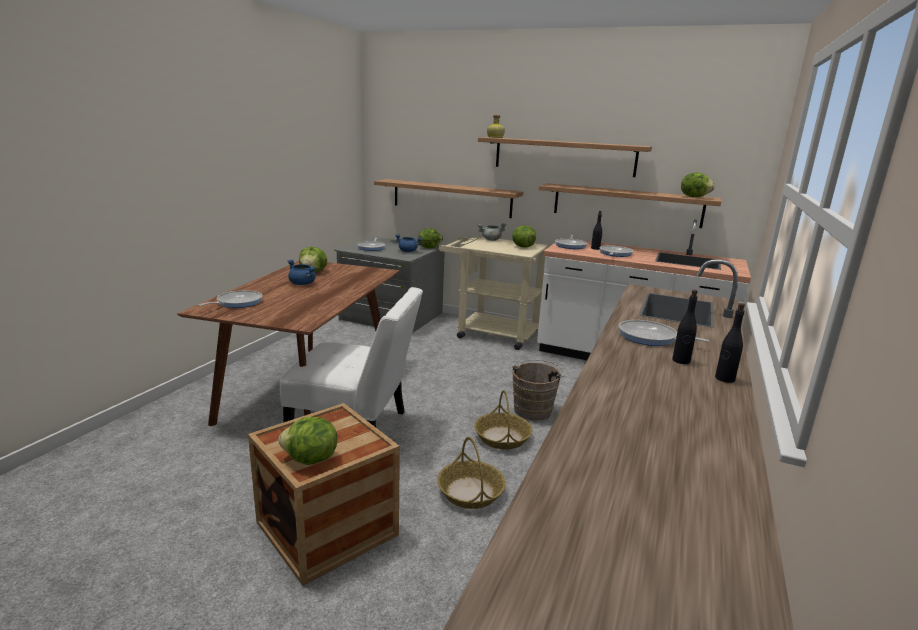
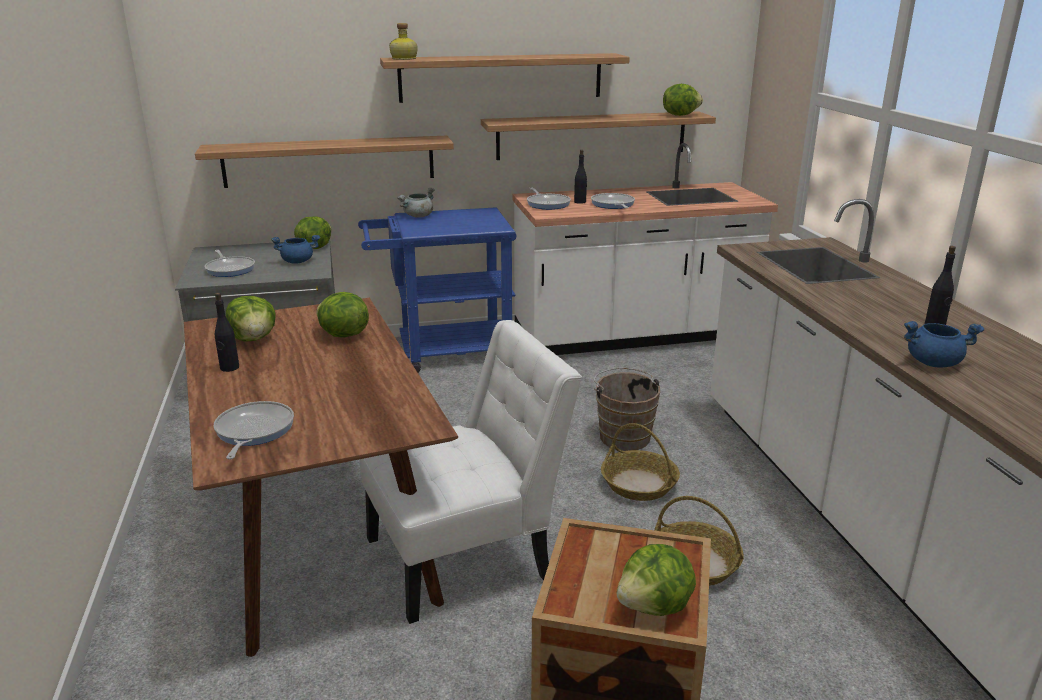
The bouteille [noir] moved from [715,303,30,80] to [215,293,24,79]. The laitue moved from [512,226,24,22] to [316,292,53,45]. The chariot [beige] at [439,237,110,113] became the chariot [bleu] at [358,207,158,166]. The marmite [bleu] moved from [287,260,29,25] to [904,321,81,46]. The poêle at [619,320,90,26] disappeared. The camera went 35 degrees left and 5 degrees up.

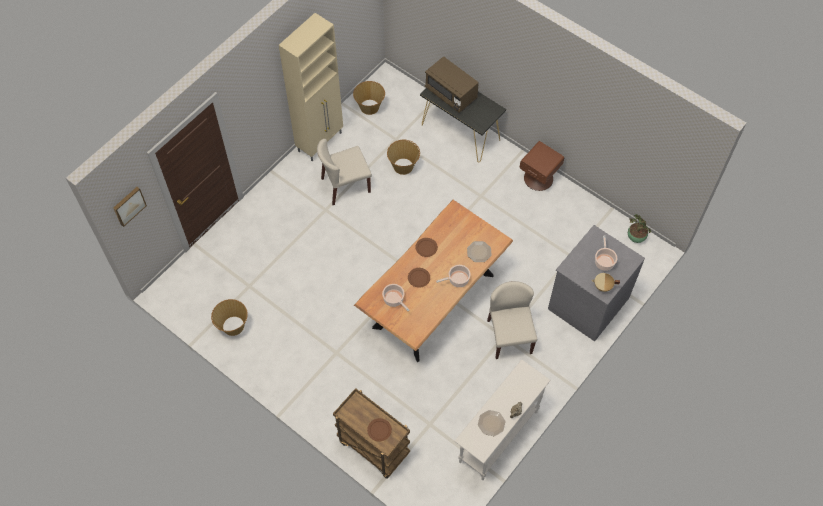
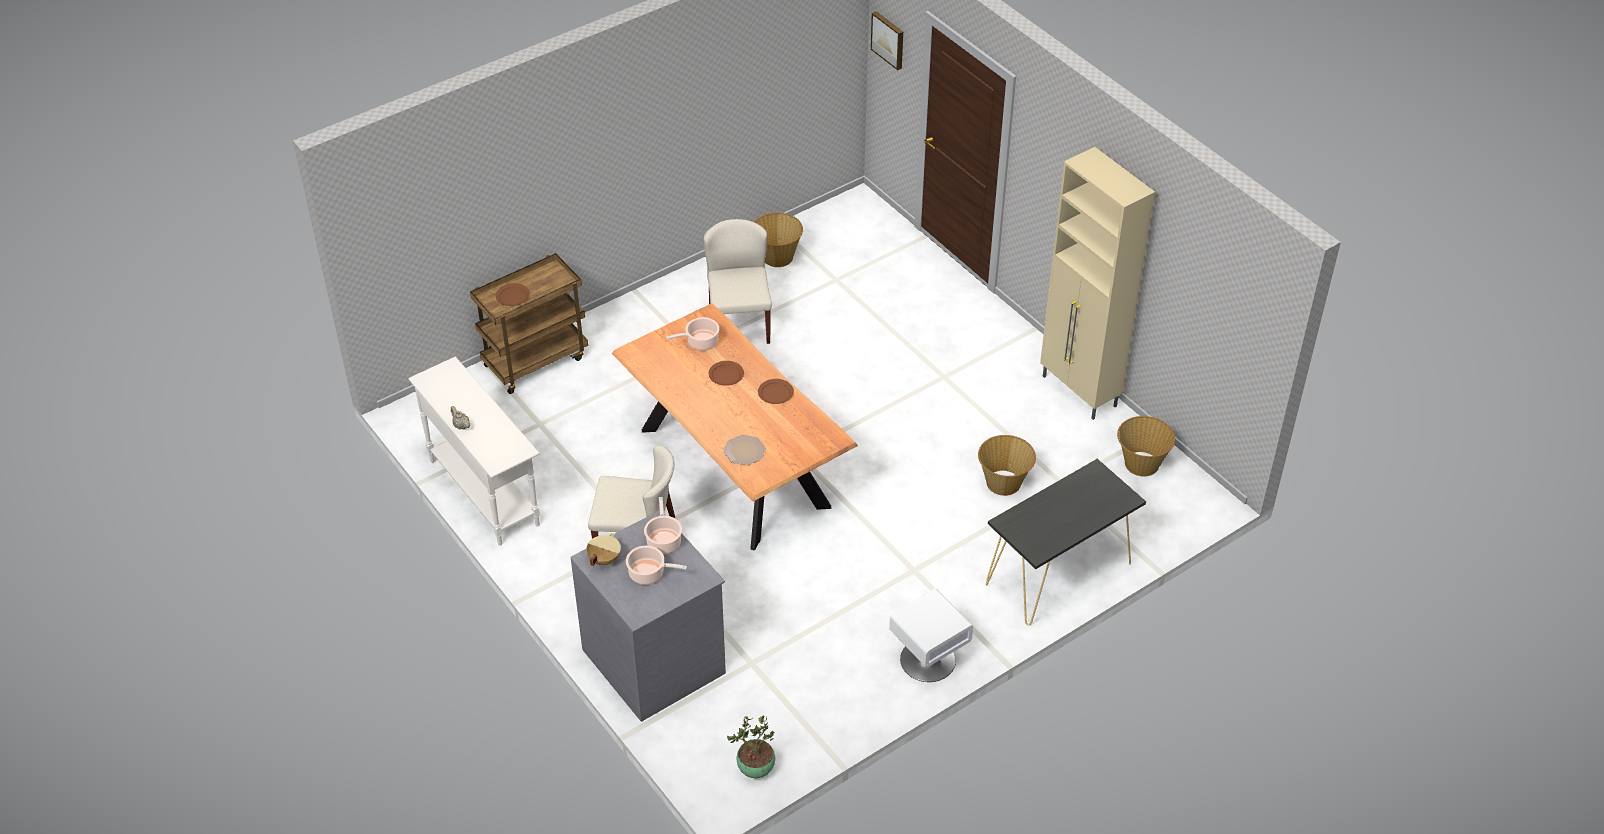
The marmite moved from [436,265,35,22] to [644,497,38,57]. The chaise [beige] moved from [317,139,55,66] to [704,219,68,125]. The table de chevet [marron] at [520,141,44,50] became the table de chevet [blanc] at [889,589,84,93]. The micro-ondes [marron] at [425,56,54,57] disappeared. The assiette at [478,410,28,26] disappeared. The camera went 105 degrees right and 15 degrees down.

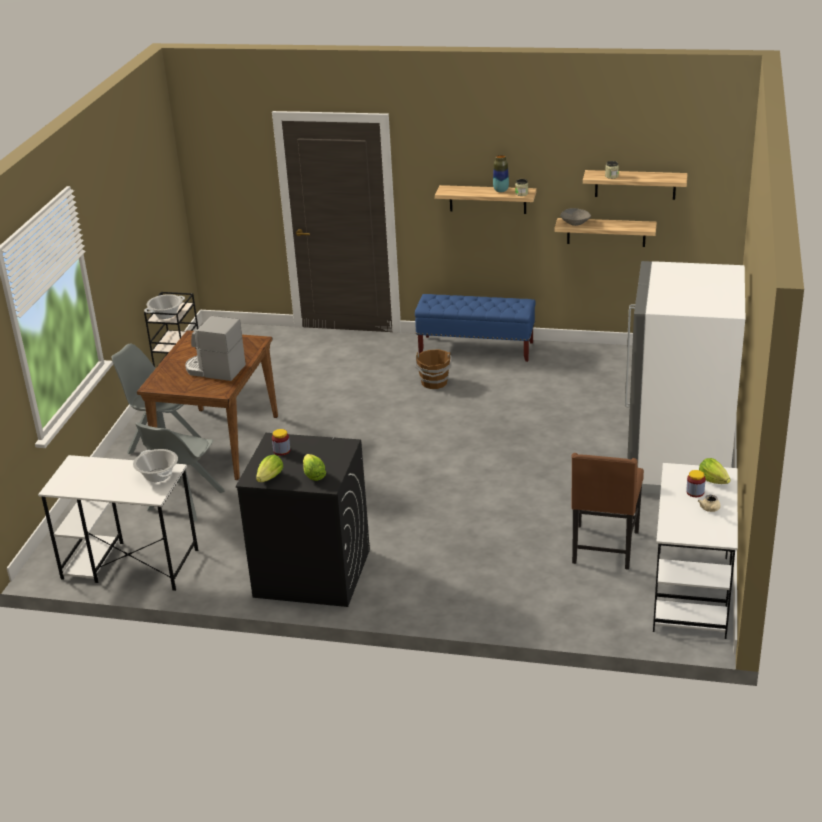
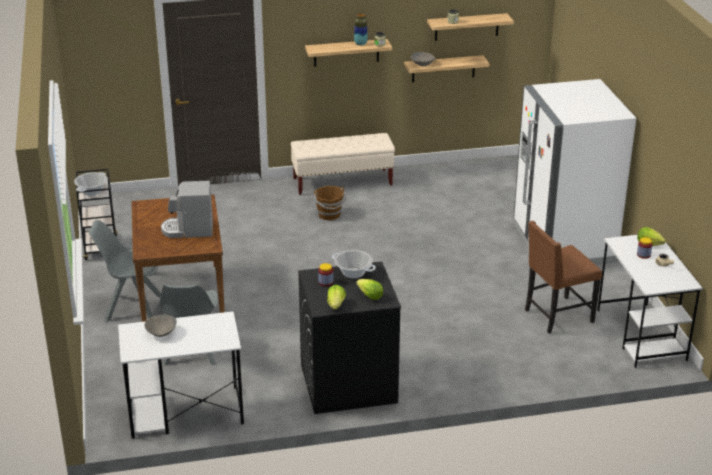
The bol [gris] at [144,315,33,22] appeared. The banc [bleu] at [415,294,121,68] became the banc [beige] at [291,133,104,62]. The marmite moved from [133,449,45,33] to [332,250,44,28]. The chaise [marron] at [571,453,73,117] turned 75 degrees clockwise. The camera went 25 degrees left and 0 degrees up.

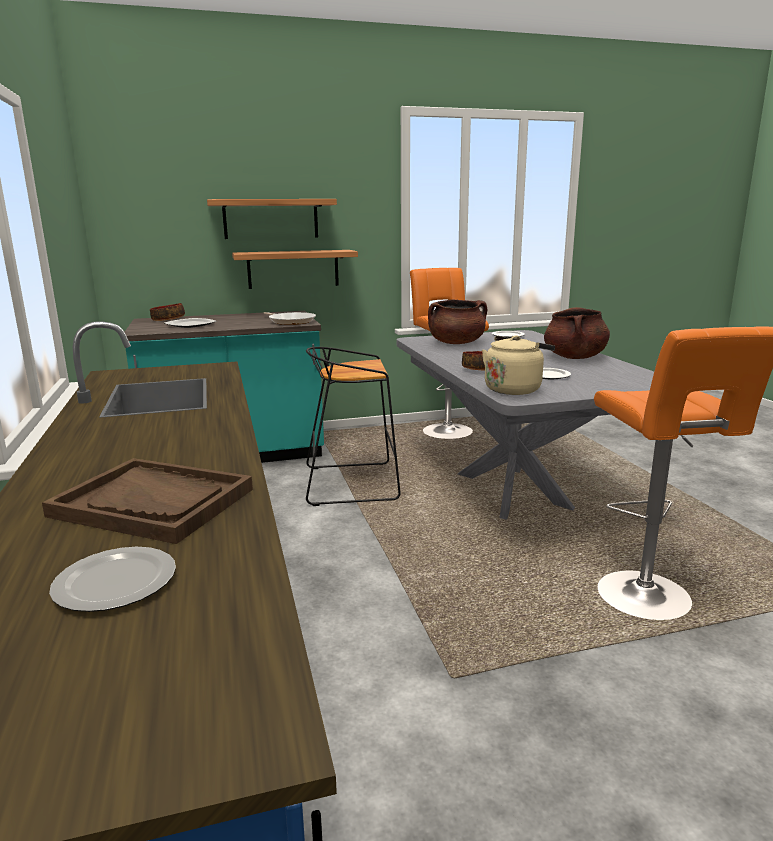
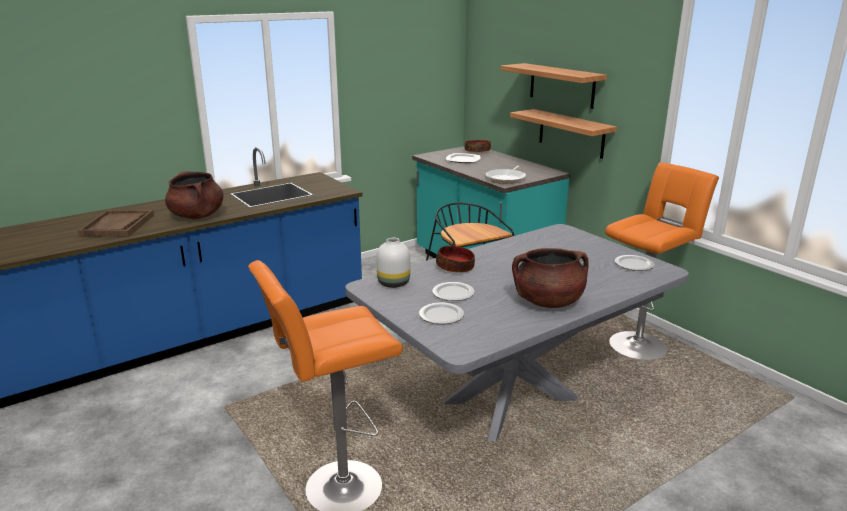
The marmite [marron] moved from [428,299,59,45] to [165,171,58,48]. The bouilloire [beige] at [482,336,73,59] was replaced by the vase [blanc] at [376,237,34,51]. The assiette moved from [49,547,127,65] to [419,303,45,21]. The camera went 70 degrees right and 5 degrees up.

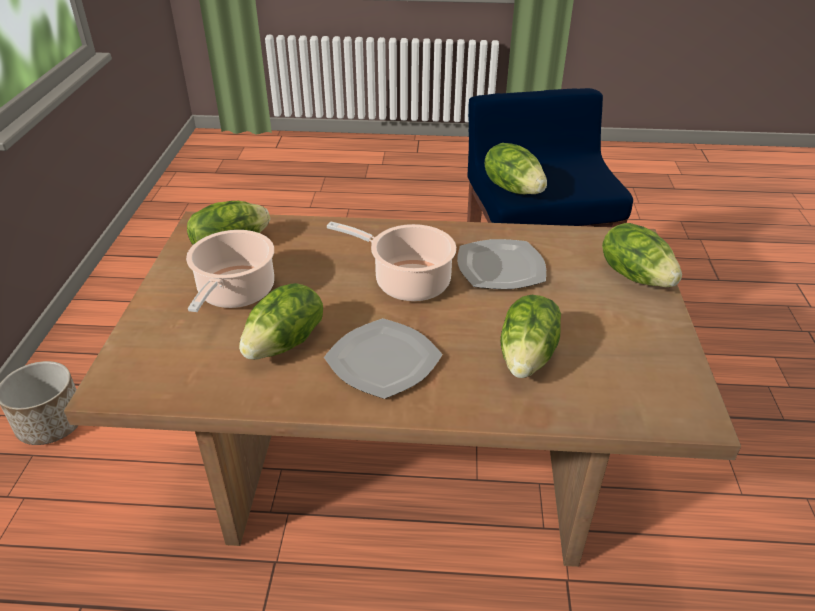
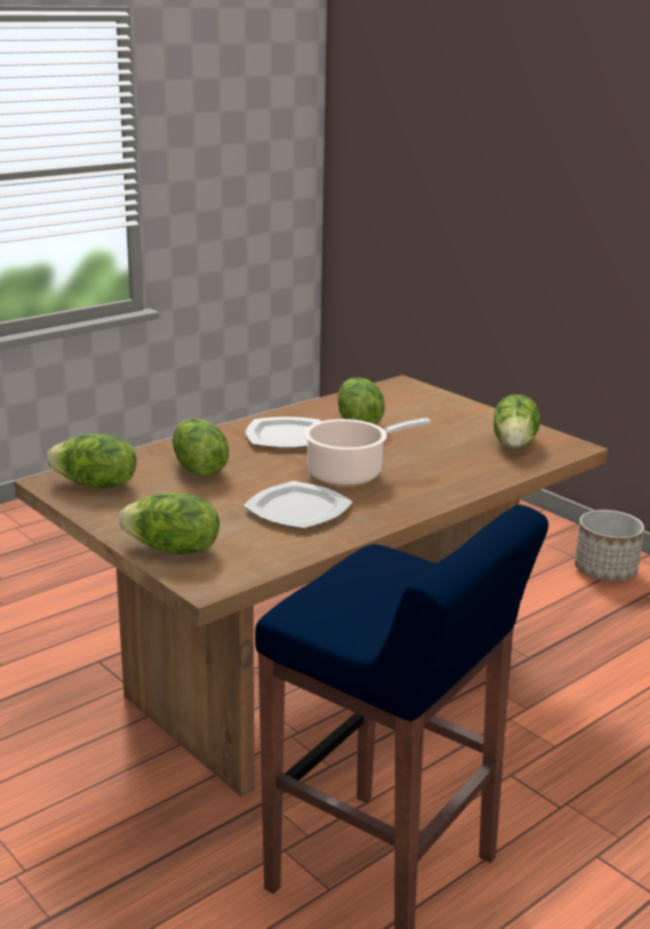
The laitue moved from [485,143,62,51] to [47,434,89,54]. The marmite at [186,230,88,82] disappeared. The camera went 135 degrees right and 15 degrees down.

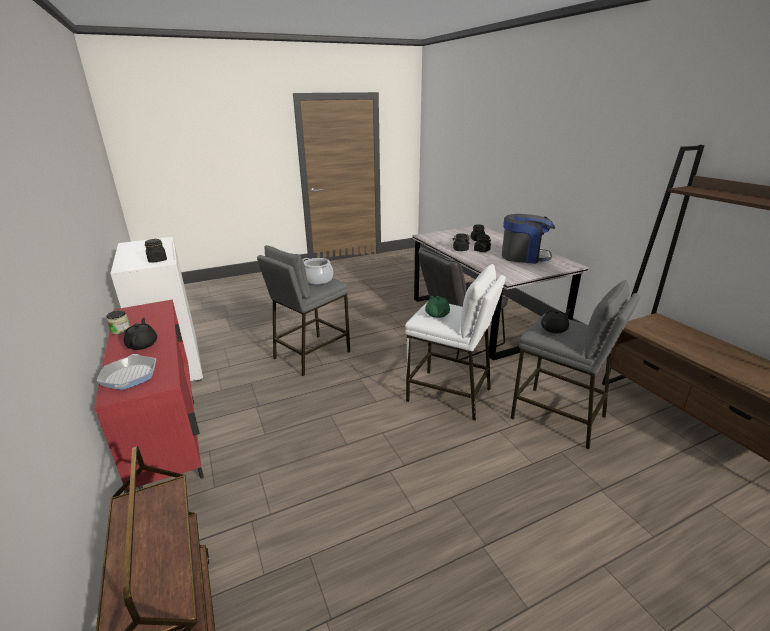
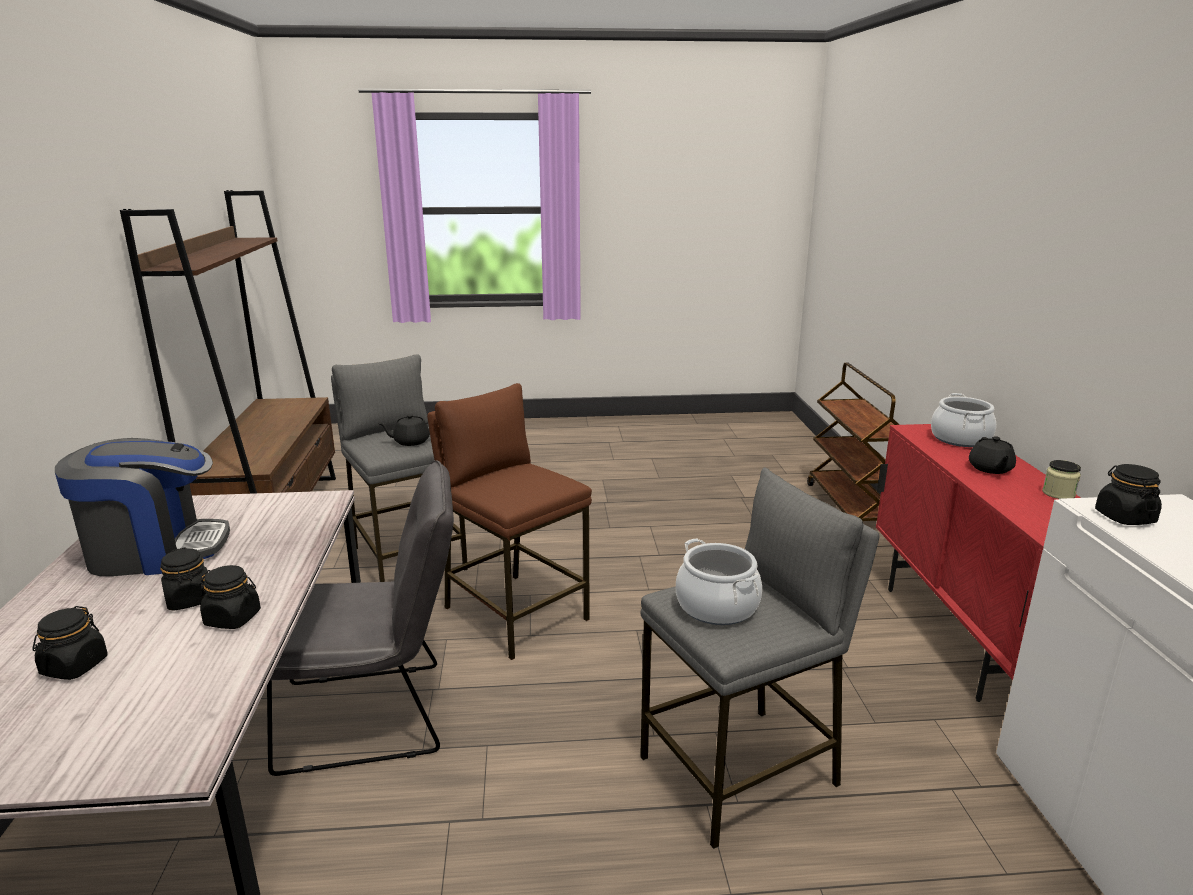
The machine à café at [502,214,53,50] turned 135 degrees clockwise. The tabouret [blanc] at [405,264,101,157] became the tabouret [marron] at [427,383,165,277]. The poêle at [97,354,59,36] was replaced by the marmite at [931,393,65,54]. The théière [vert] at [425,296,25,22] disappeared. The camera went 160 degrees left and 5 degrees down.

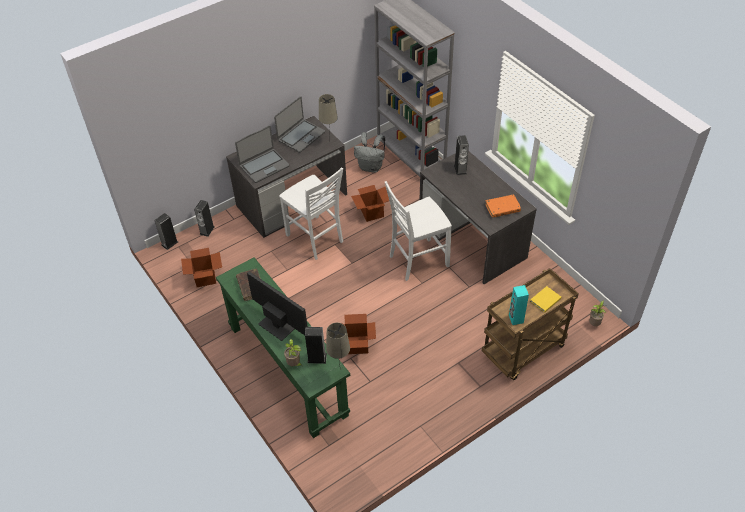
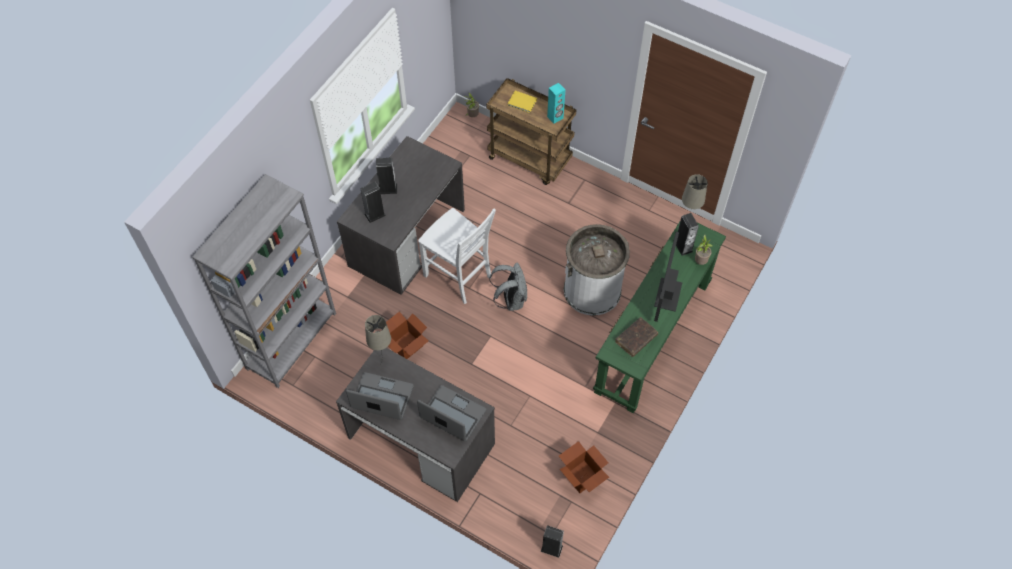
The enceinte moved from [194,200,20,37] to [376,158,21,36]. The sac à dos [gris] moved from [354,132,31,41] to [489,262,38,49]. The carton at [337,314,39,40] was replaced by the poubelle [blanc] at [564,224,66,92]. The chaise [blanc] at [279,167,64,93] disappeared. The livre [orange] at [485,195,36,23] disappeared. The camera went 115 degrees left and 10 degrees up.

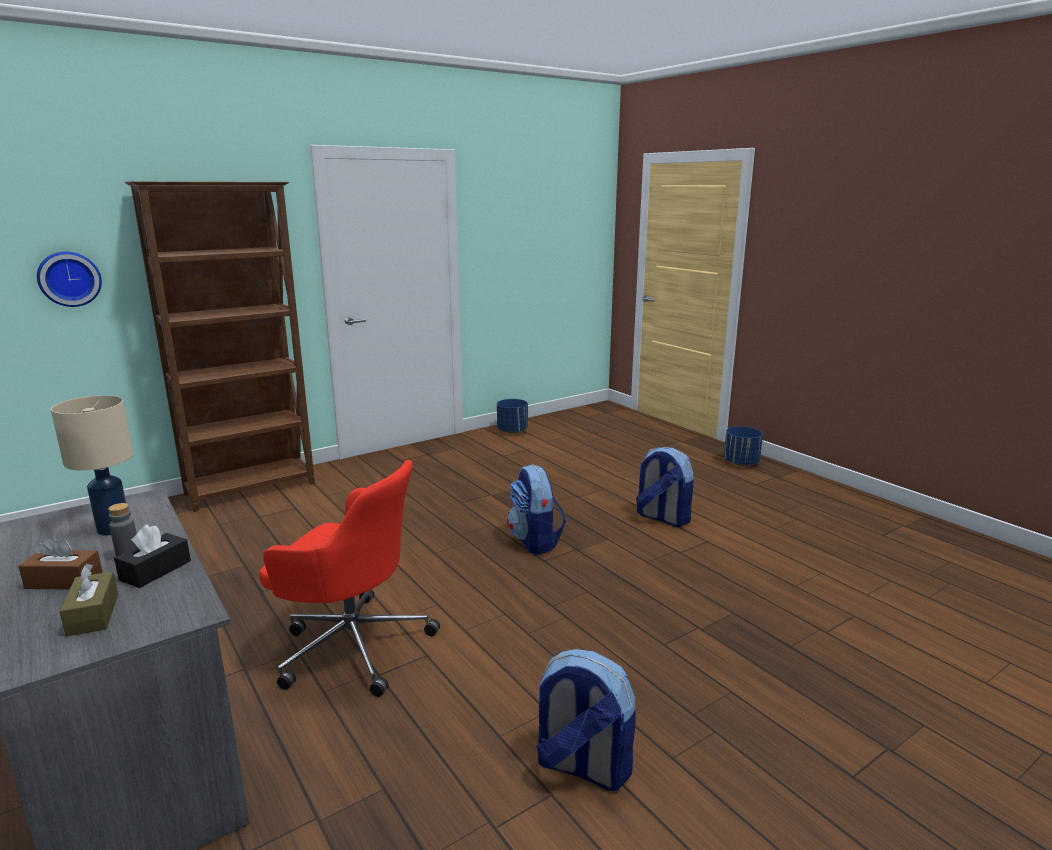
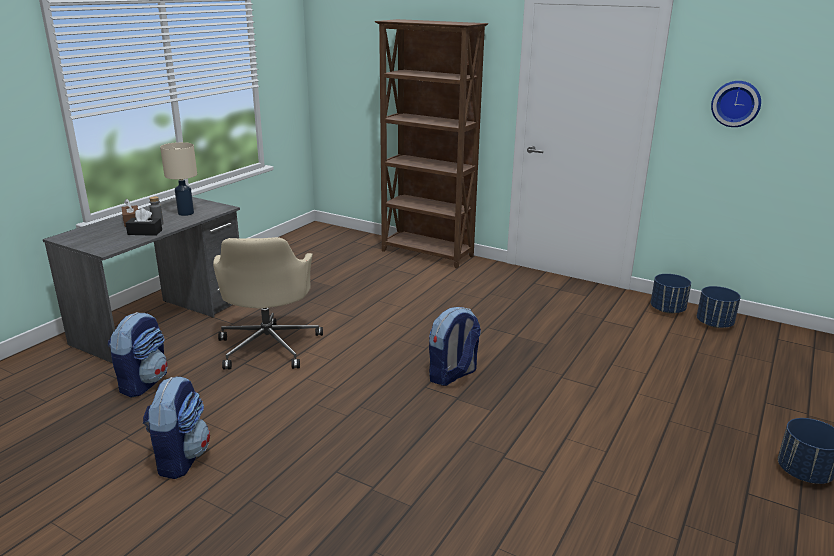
The sac à dos moved from [636,447,58,80] to [108,312,60,85]. The chaise de bureau [rouge] at [259,460,181,237] became the chaise de bureau [beige] at [213,237,110,133]. The cache-pot [bleu] at [697,286,44,42] appeared. The horloge murale moved from [37,251,65,56] to [711,81,50,46]. The boîte à mouchoirs [marron] at [59,564,59,72] disappeared. The camera went 65 degrees right and 5 degrees up.

